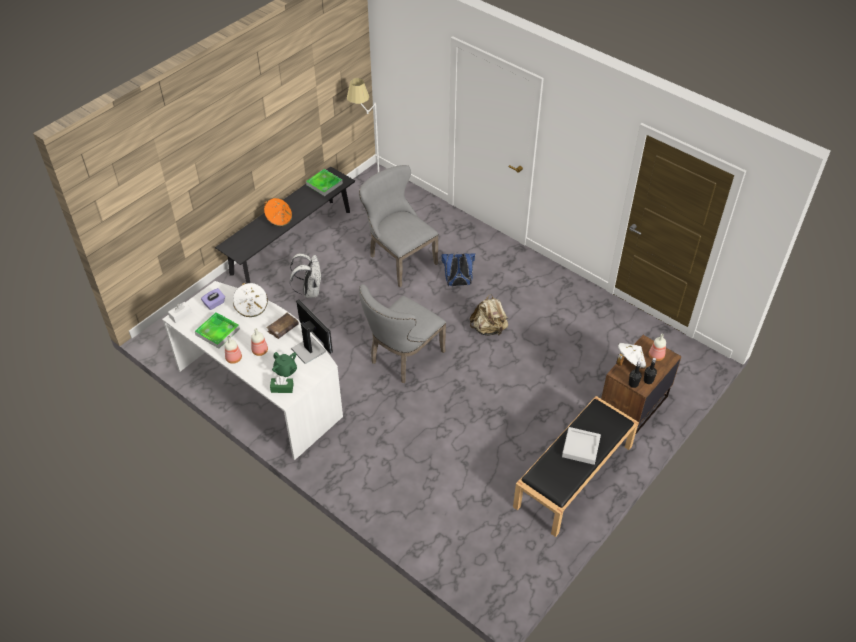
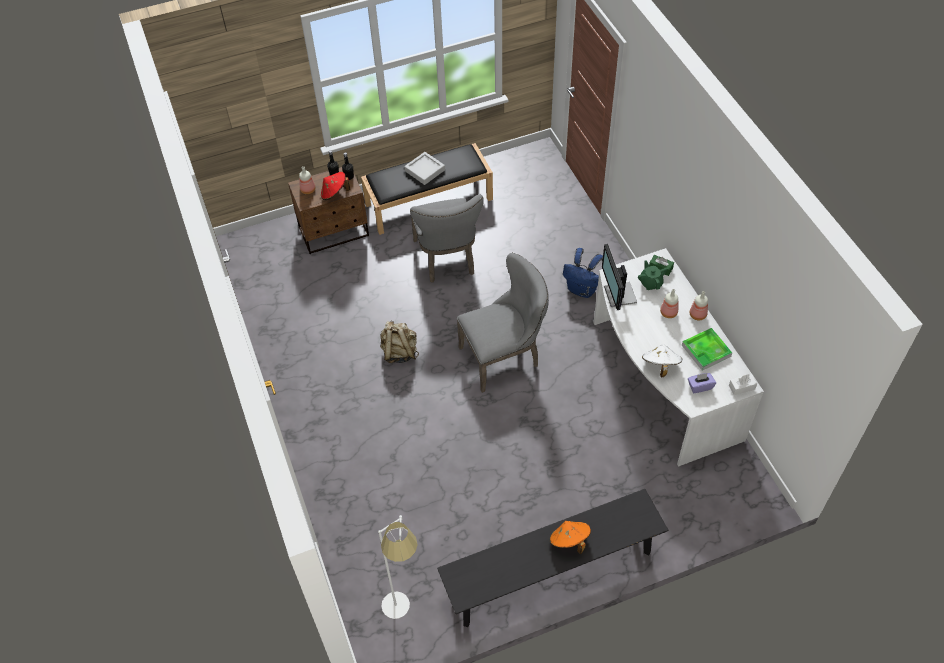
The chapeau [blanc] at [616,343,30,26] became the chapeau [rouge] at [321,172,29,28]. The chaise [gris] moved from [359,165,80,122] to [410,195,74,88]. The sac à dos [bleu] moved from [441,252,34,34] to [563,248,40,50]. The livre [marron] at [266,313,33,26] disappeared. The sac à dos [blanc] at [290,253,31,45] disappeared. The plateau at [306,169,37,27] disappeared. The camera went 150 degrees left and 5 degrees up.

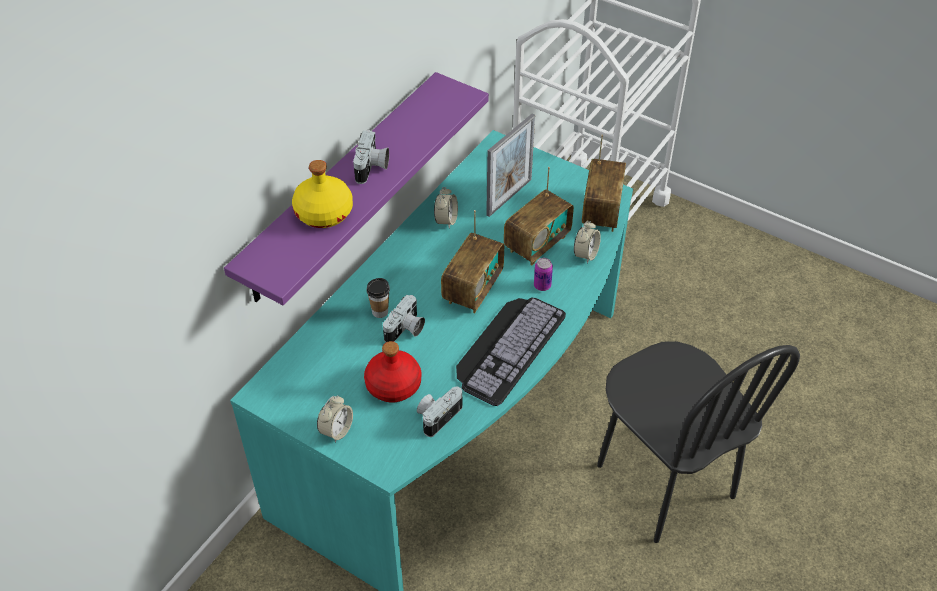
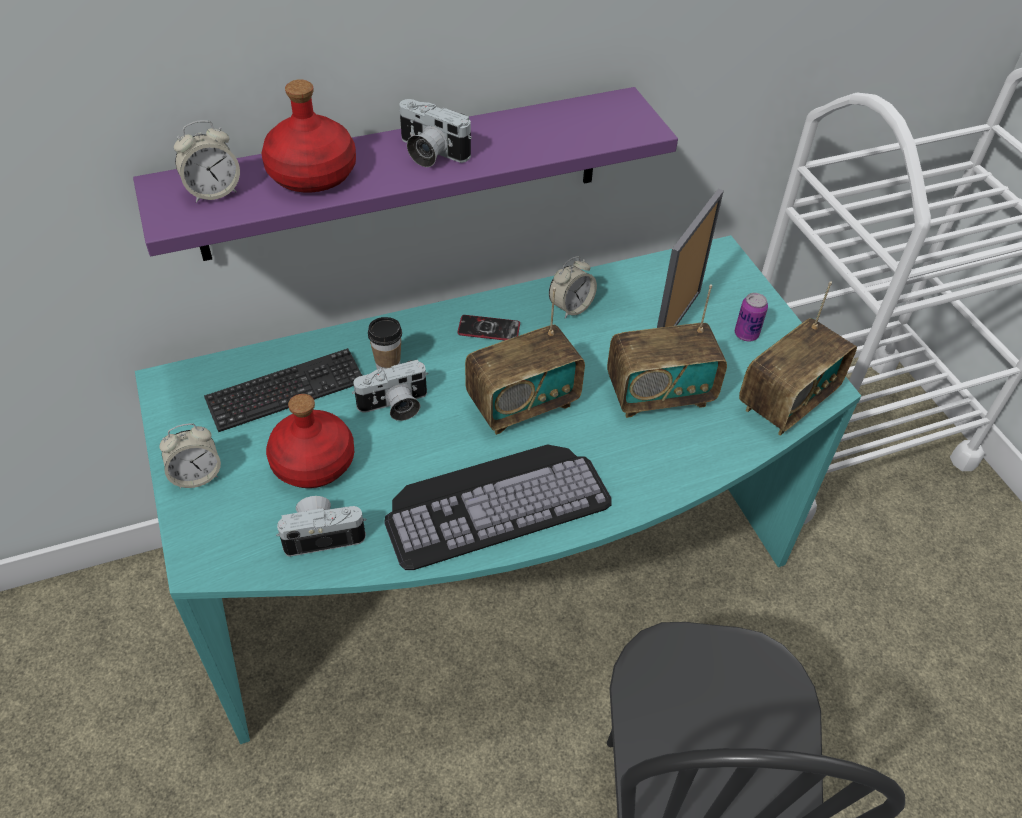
The réveil moved from [574,221,27,43] to [174,120,66,83]. The clavier at [204,348,158,84] appeared. The bouteille [jaune] at [292,160,61,68] became the bouteille [rouge] at [262,79,94,113]. The appareil photo at [353,130,36,54] turned 75 degrees clockwise. The téléphone at [457,315,63,25] appeared. The cadre photo at [486,113,49,104] turned 135 degrees clockwise. The boîte métallique moved from [534,258,19,33] to [735,293,33,49]. The camera went 35 degrees right and 0 degrees up.

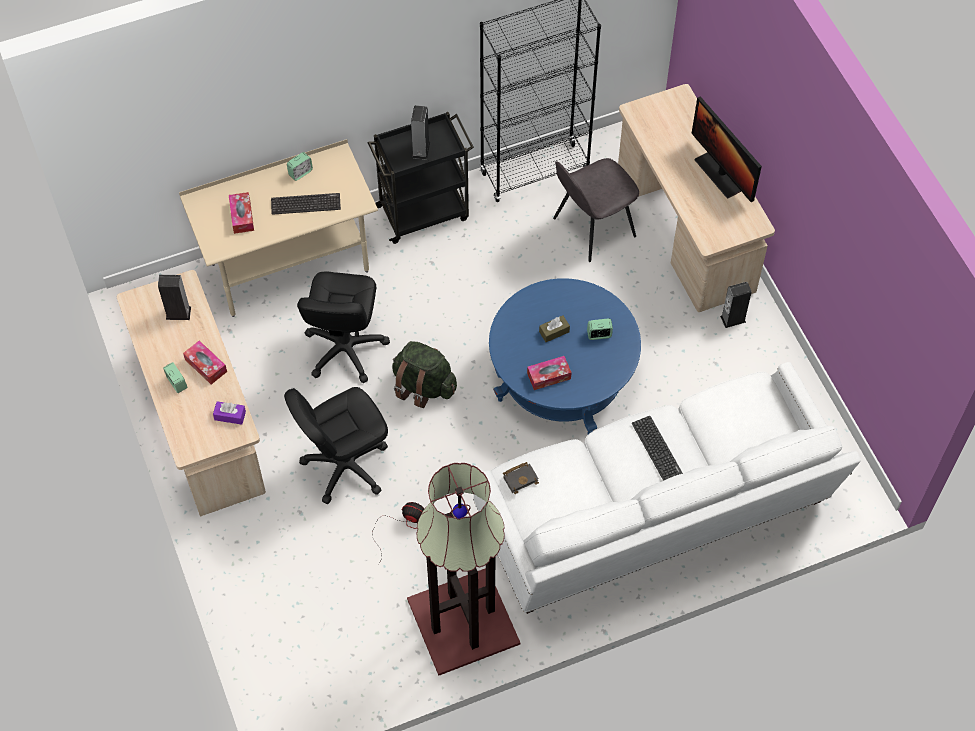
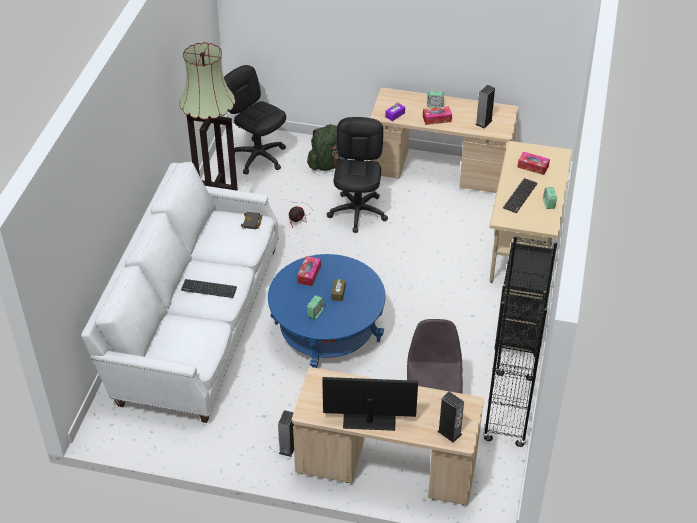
The chaise de bureau [noir] moved from [297,271,93,112] to [224,65,62,110]. The sac à dos [vert] moved from [392,341,65,67] to [307,124,40,47]. The enceinte moved from [411,105,19,55] to [437,391,27,52]. The camera went 125 degrees right and 15 degrees down.

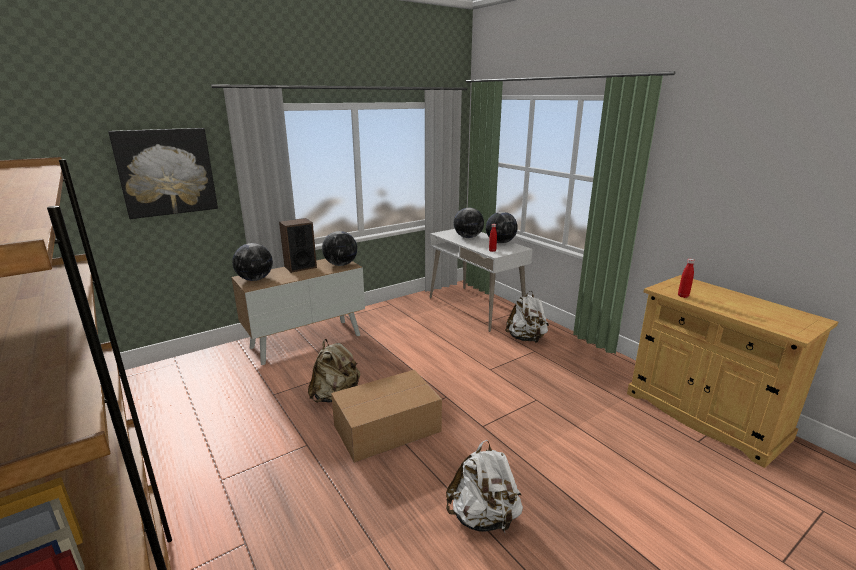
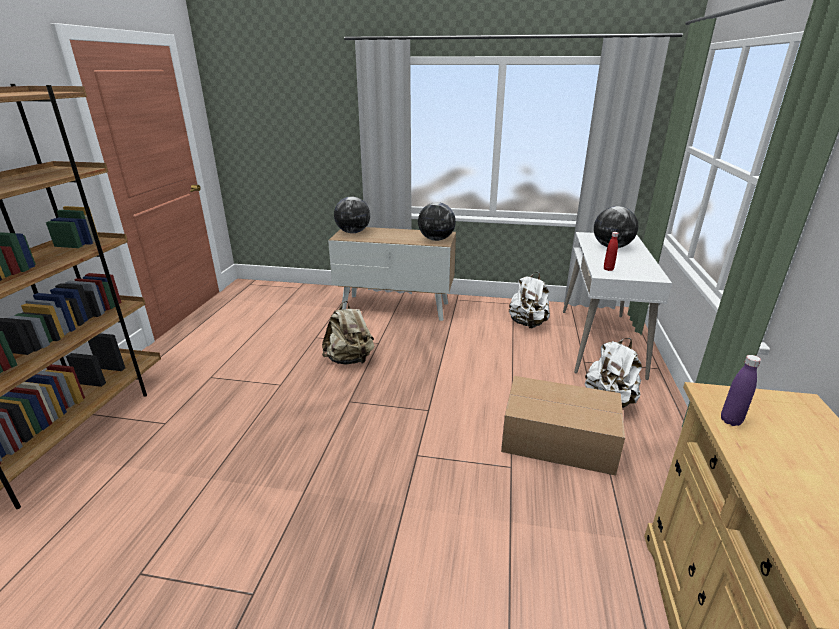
The carton moved from [331,370,111,93] to [501,376,124,100]. The sac à dos [blanc] moved from [446,440,77,93] to [509,272,41,56]. The bouteille [rouge] at [678,259,17,39] became the bouteille [violet] at [721,355,40,71]. The tableau at [108,128,110,91] disappeared. The enceinte at [279,218,38,55] disappeared. The globe at [486,212,32,31] disappeared. The camera went 45 degrees right and 5 degrees up.

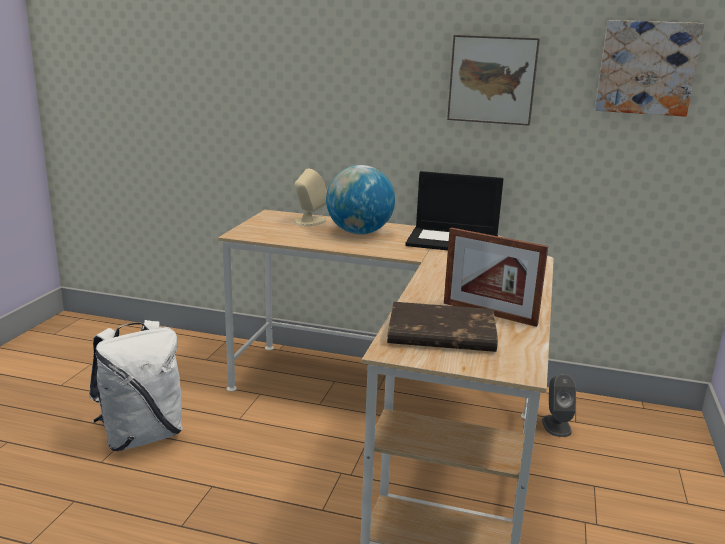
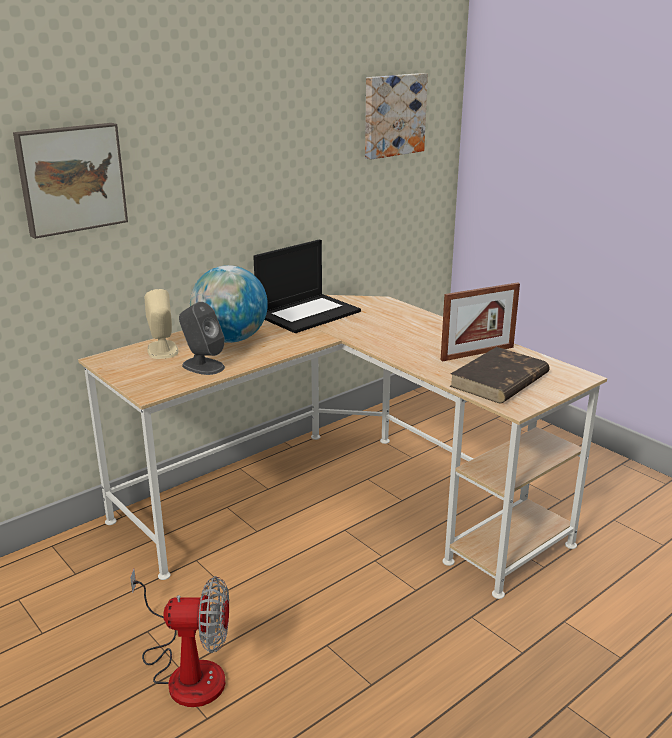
The tableau moved from [447,35,93,91] to [13,123,115,116]. The sac à dos [blanc] at [89,320,94,131] was replaced by the ventilateur at [130,569,99,138]. The enceinte [gris] moved from [542,374,34,63] to [179,302,46,73]. The camera went 55 degrees left and 5 degrees up.

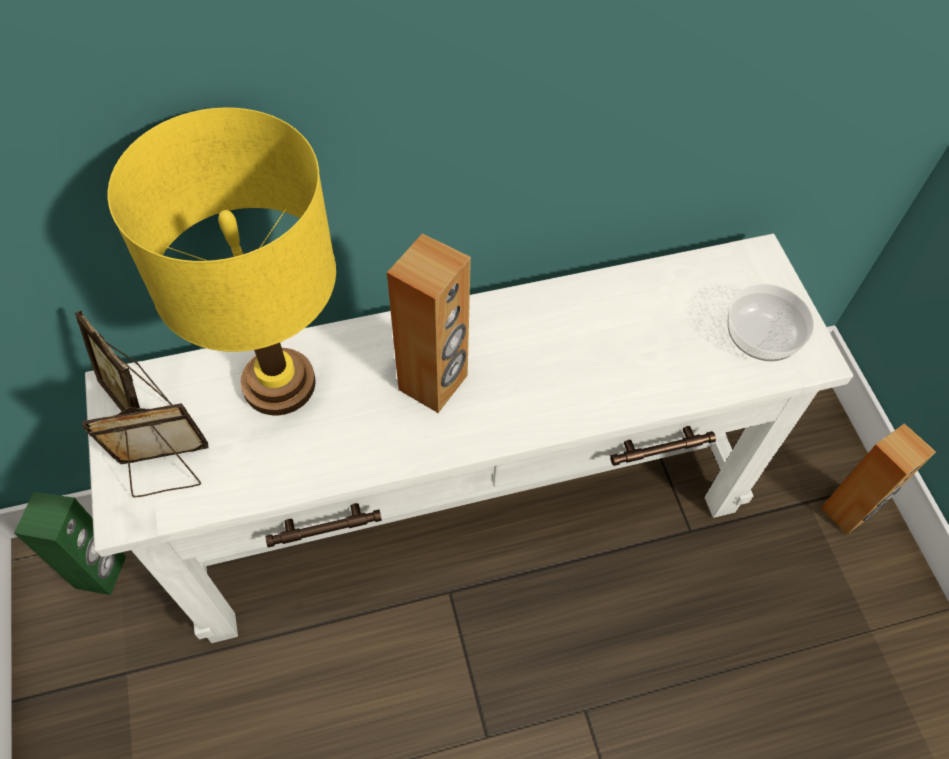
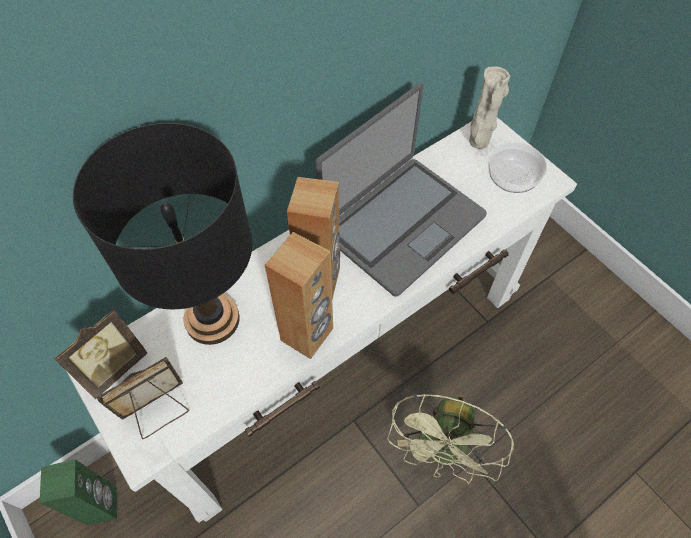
The cadre photo at [75,310,98,101] turned 75 degrees counterclockwise. The lampe de table [jaune] at [108,108,228,307] became the lampe de table [noir] at [73,123,179,222]. The enceinte [marron] moved from [821,423,115,112] to [265,232,68,127]. The ordinateur portable at [315,83,172,214] appeared. The ventilateur [vert] at [387,394,127,91] appeared. The vase [beige] at [469,66,41,83] appeared. The camera went 20 degrees left and 0 degrees up.

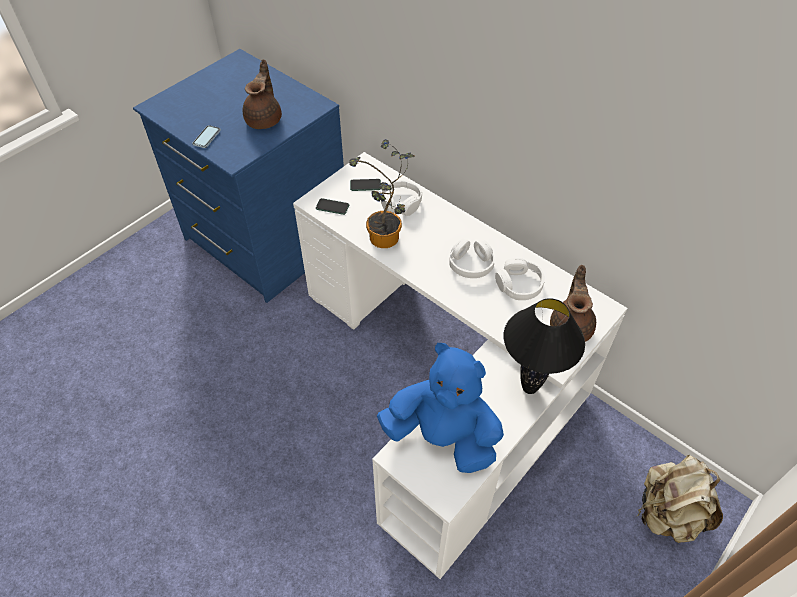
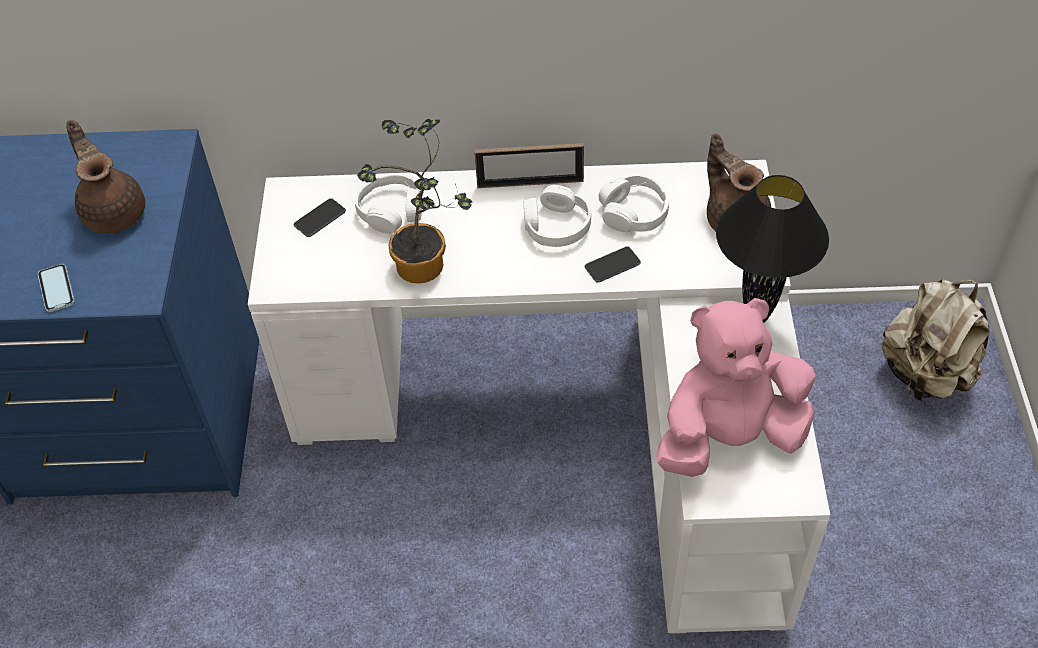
The cadre photo at [474,143,110,45] appeared. The téléphone moved from [316,198,33,17] to [585,246,56,37]. The peluche [bleu] at [377,343,127,130] became the peluche [rose] at [656,298,160,179]. The camera went 40 degrees left and 0 degrees up.

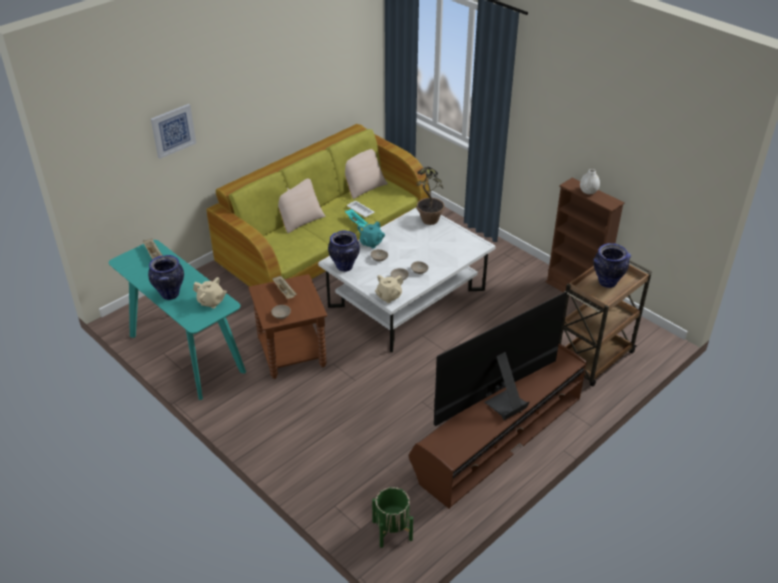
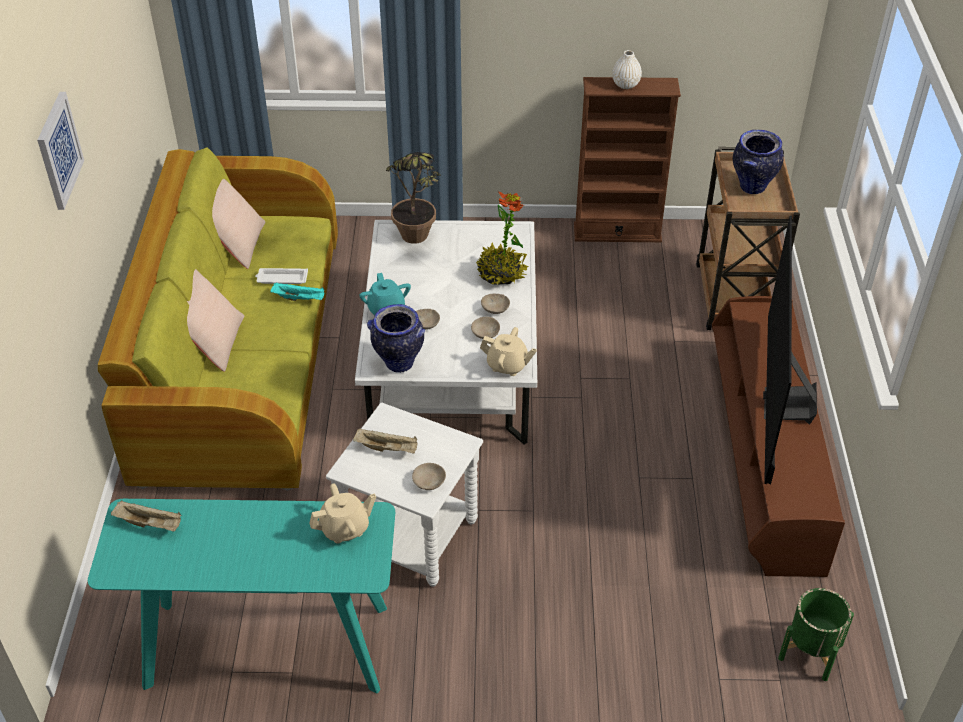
The tableau moved from [151,104,45,55] to [37,92,47,118]. The table d'appoint [marron] at [248,274,79,105] became the table d'appoint [blanc] at [326,403,157,184]. The plante en pot at [476,191,53,94] appeared. The théière [beige] at [375,275,28,28] turned 75 degrees counterclockwise. The vase at [148,255,36,45] disappeared. The camera went 45 degrees left and 5 degrees up.

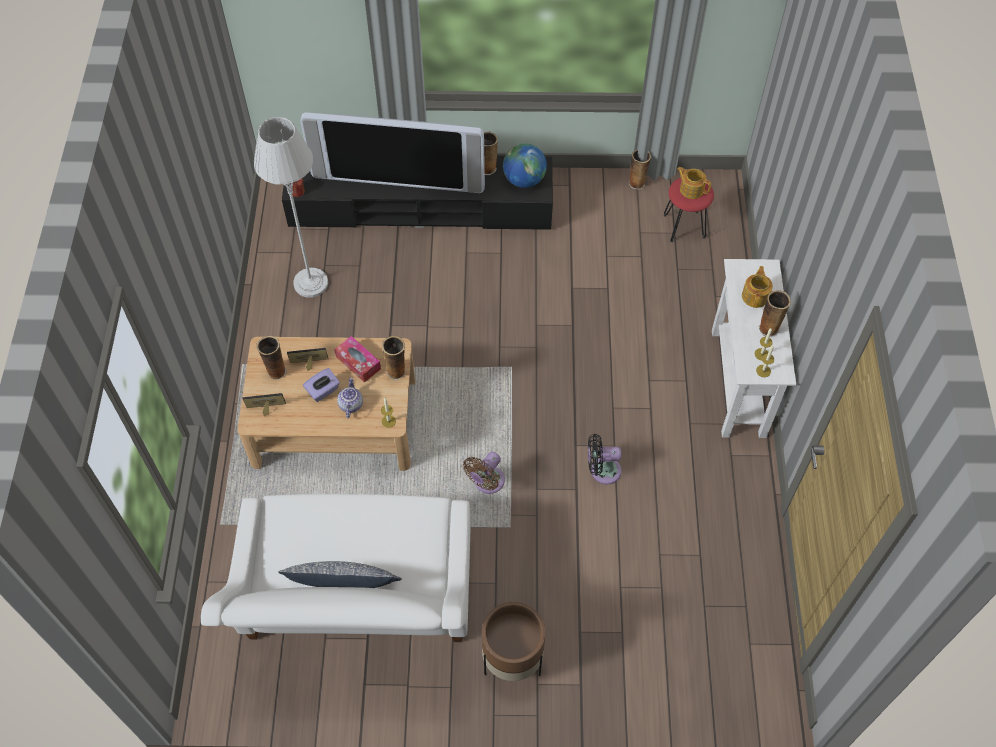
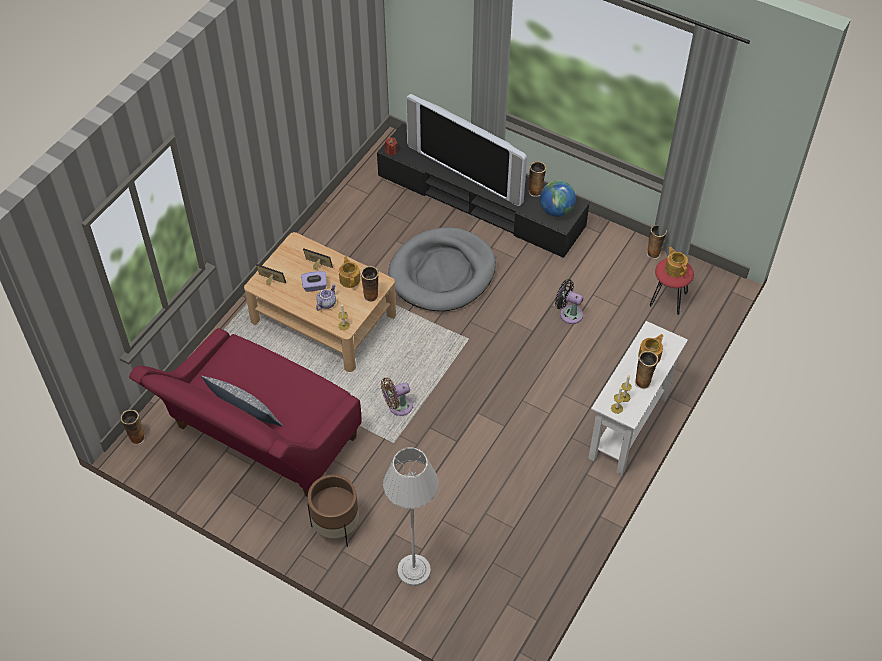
The vase moved from [257,336,30,44] to [121,410,24,35]. The canapé [blanc] at [201,494,270,148] became the canapé [rouge] at [129,328,232,169]. The boîte à mouchoirs at [334,336,47,47] was replaced by the théière at [339,256,21,32]. The lampadaire [gris] moved from [254,117,74,181] to [383,448,56,138]. The panier pour chien [gris] at [388,227,108,84] appeared. The ventilateur [noir] moved from [588,434,34,51] to [555,279,28,45]. The camera went 30 degrees right and 5 degrees down.

